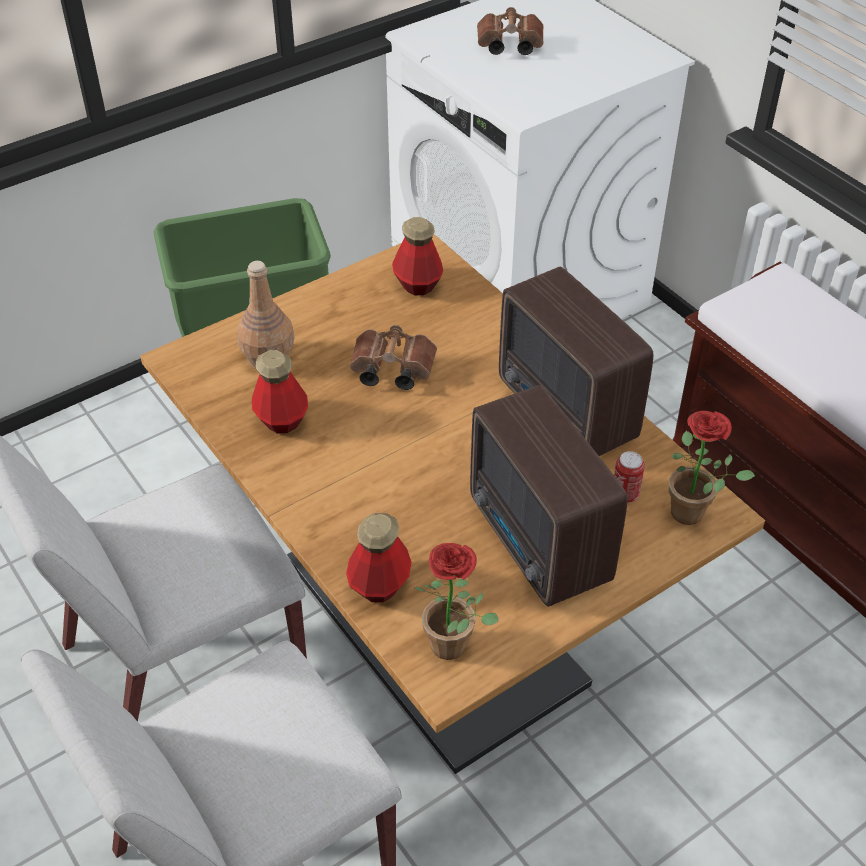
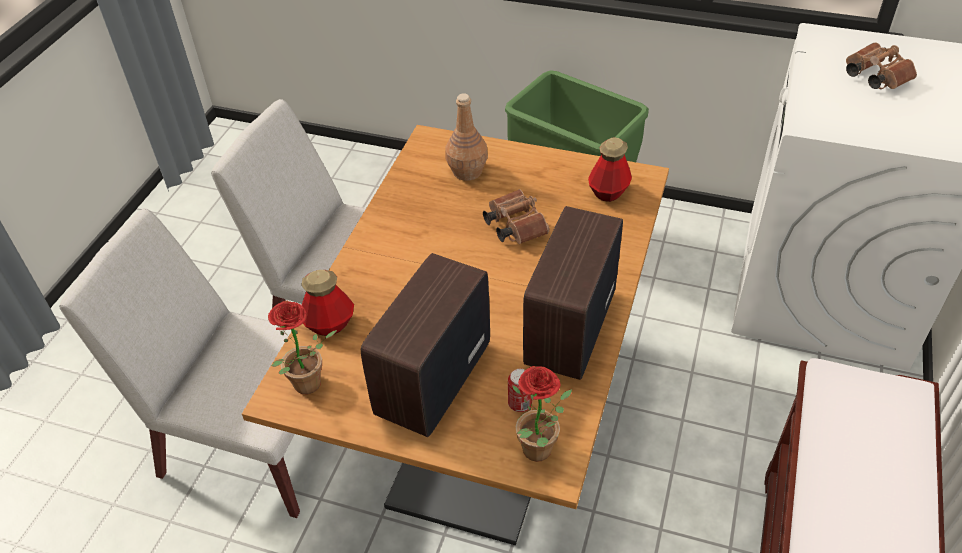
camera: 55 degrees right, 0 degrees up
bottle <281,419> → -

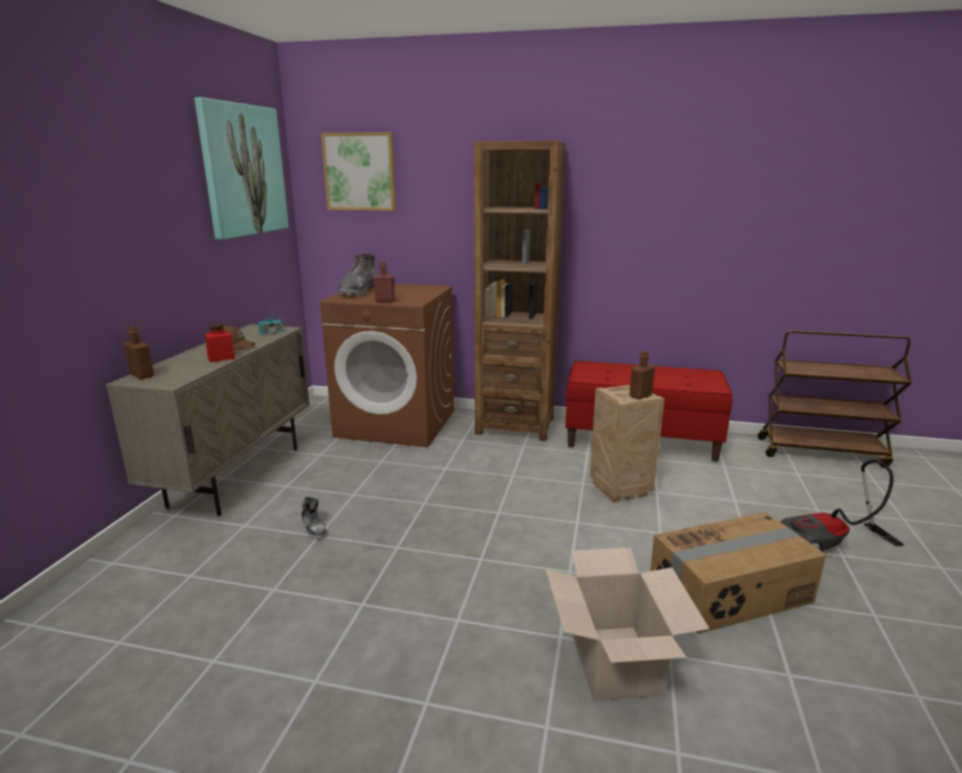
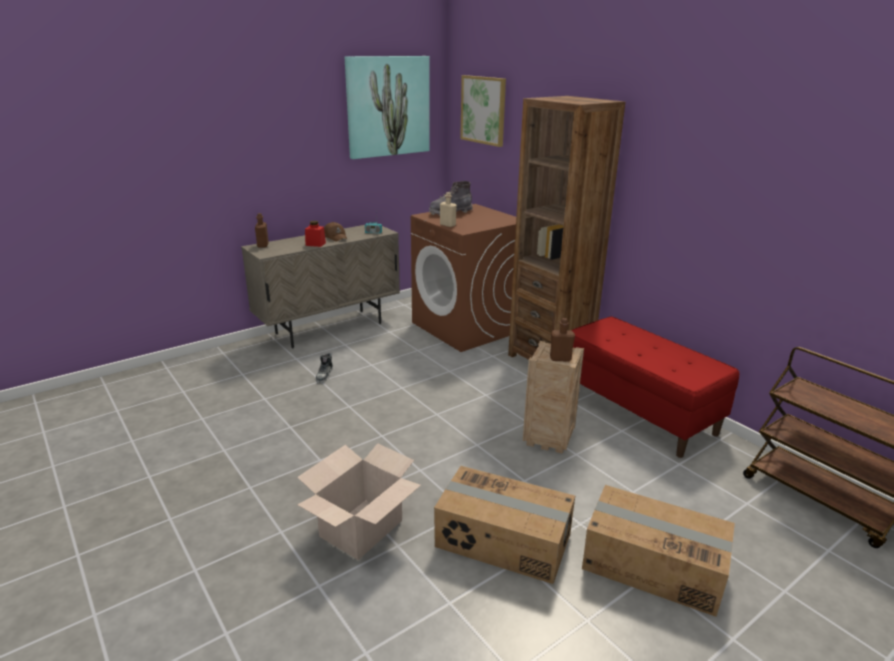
camera: 40 degrees right, 5 degrees up
red bottle <385,301> → beige bottle <447,225>
vacuum cleaner <831,546> → cardboard box <653,564>

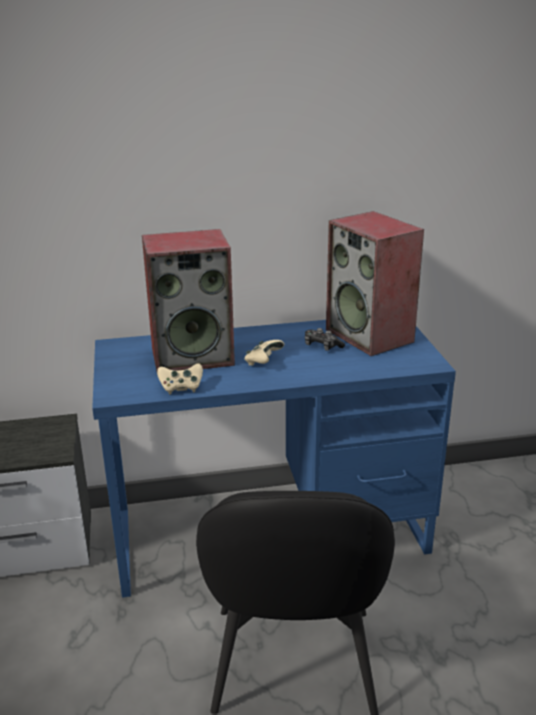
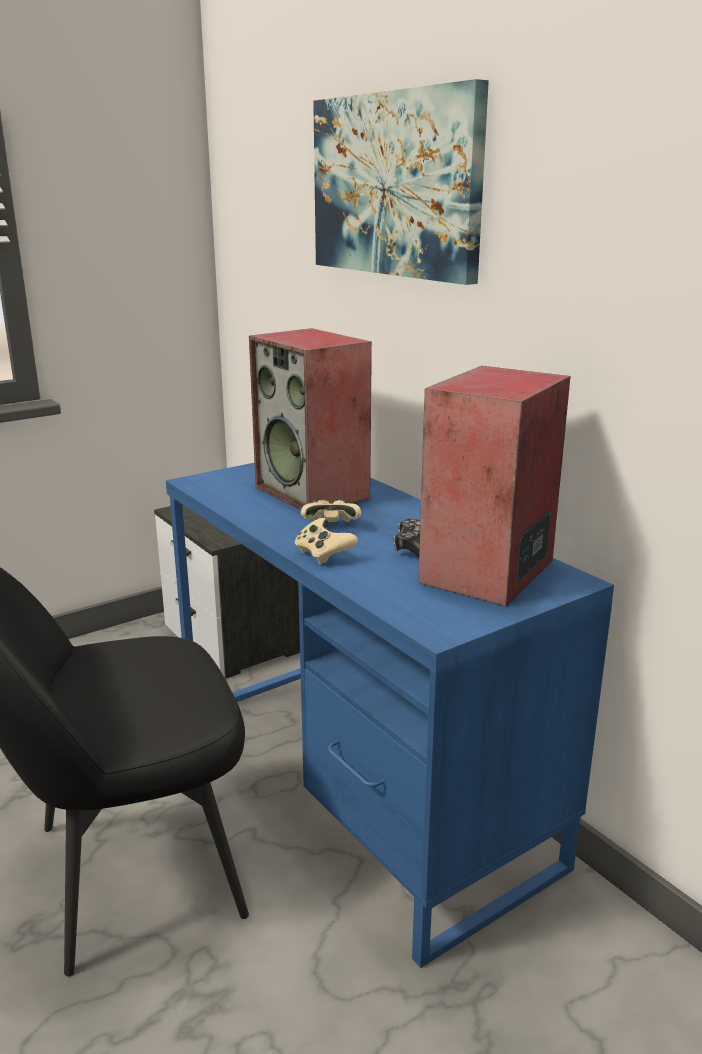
camera: 65 degrees right, 5 degrees down
beige game controller <181,388> → beige game controller <323,555>, relocated
- → picture <395,185>

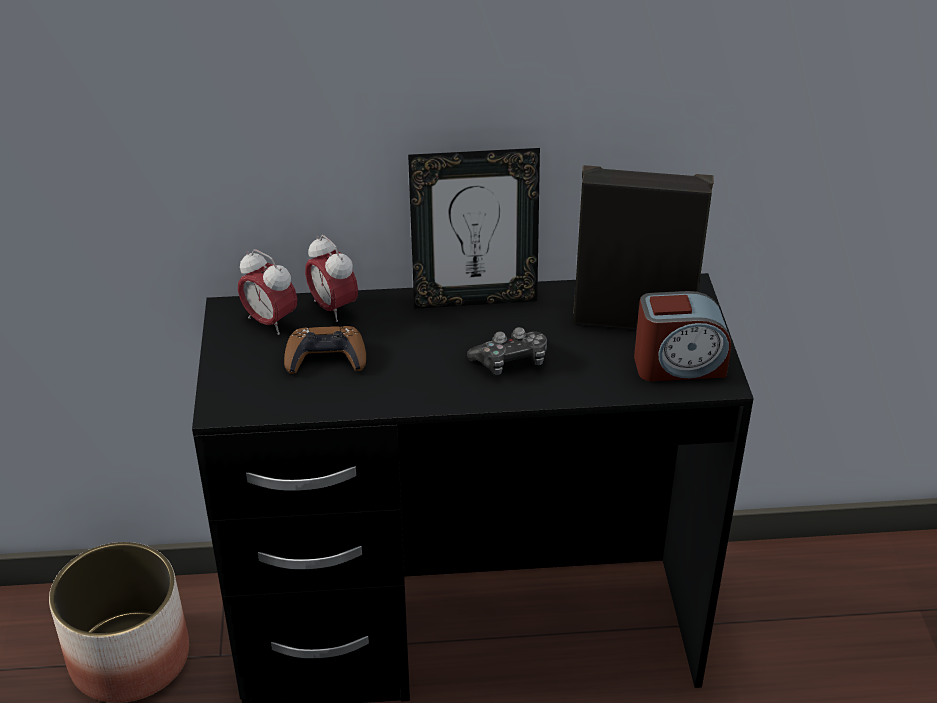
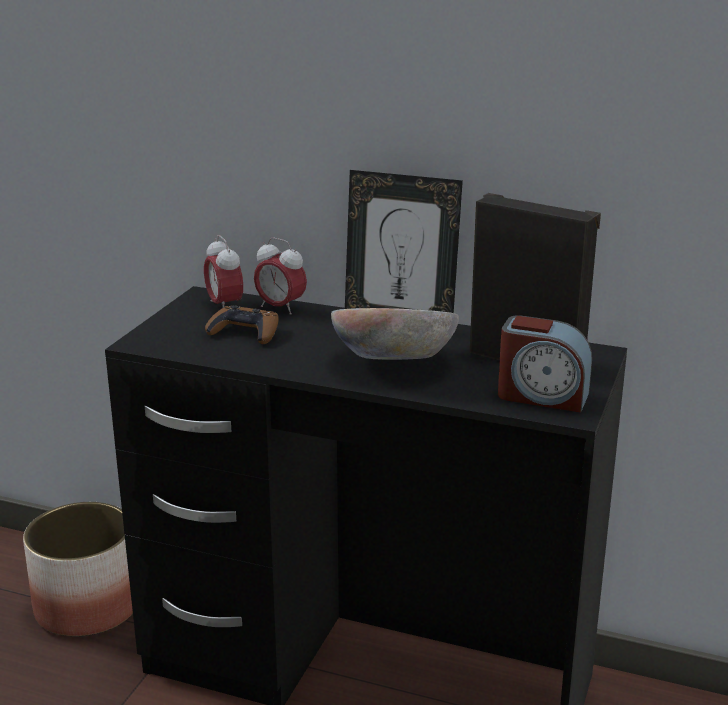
camera: 25 degrees right, 15 degrees down
alarm clock <333,308> → alarm clock <280,308>, 45 degrees counterclockwise
game controller <511,361> → bowl <392,364>

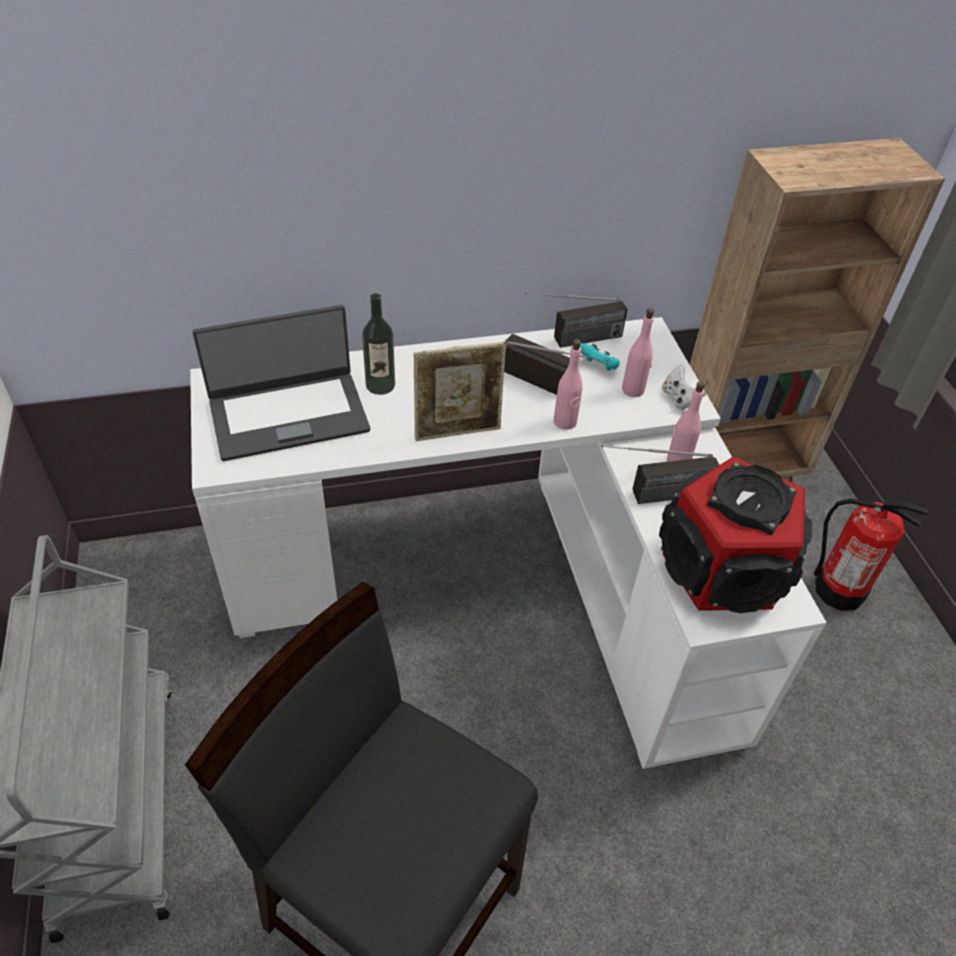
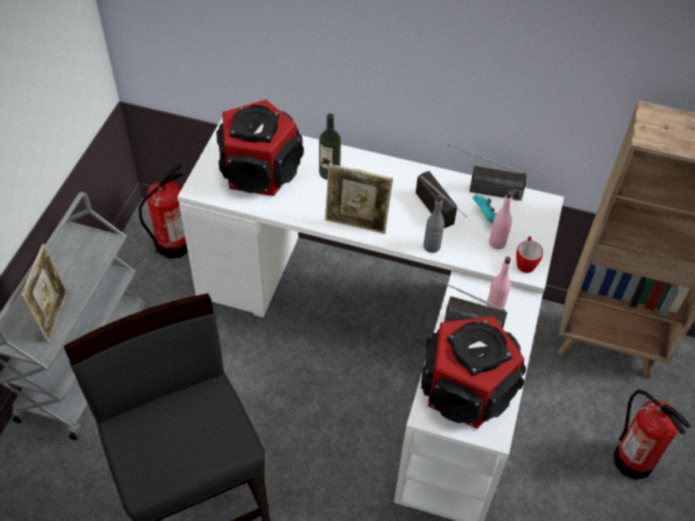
camera: 30 degrees right, 5 degrees up
laptop <288,414> → speaker <260,171>
pink bottle <565,422> → grey bottle <432,246>
white game controller <679,398> → mug <525,262>
- → fire extinguisher <173,245>
- → picture frame <54,315>

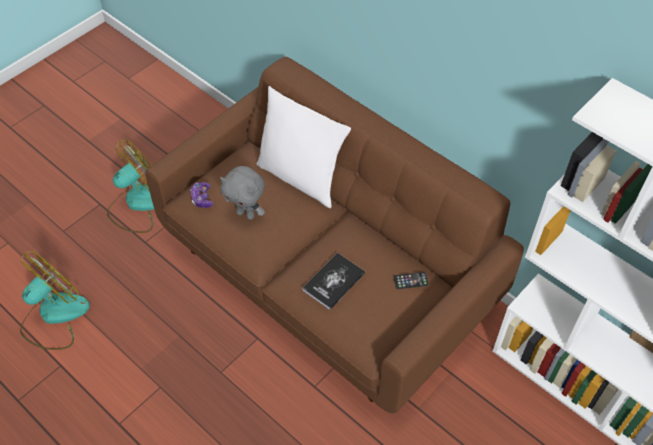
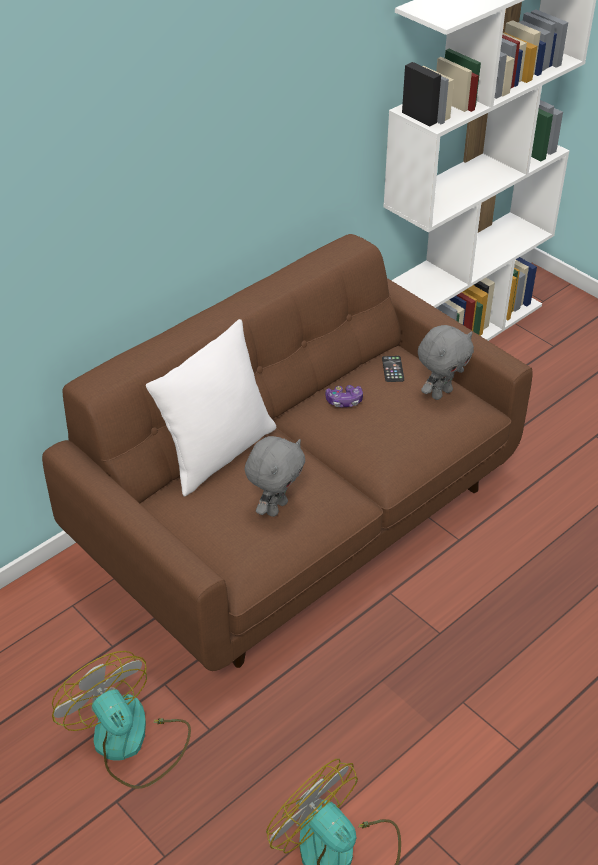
camera: 85 degrees left, 10 degrees down
game controller <202,198> → game controller <344,401>, relocated
book <334,281> → -
- → grey plush toy <441,393>

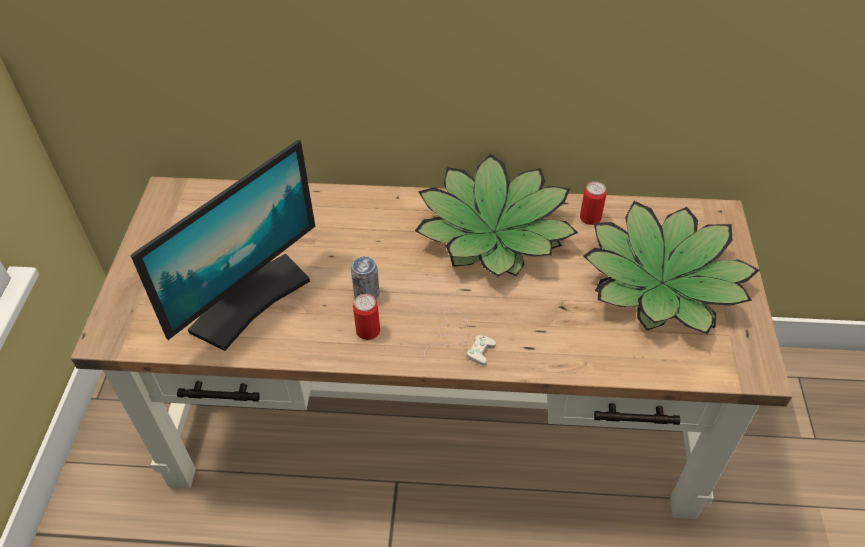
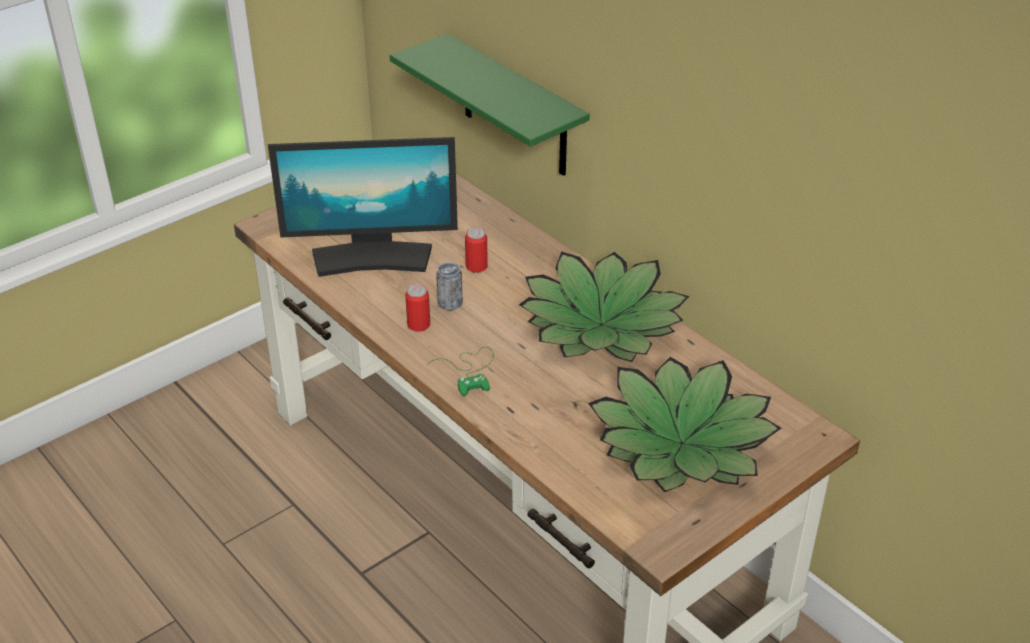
camera: 45 degrees right, 10 degrees down
can <590,218> → can <476,266>, relocated
white game controller <459,339> → green game controller <470,371>
- → green shelf <515,108>

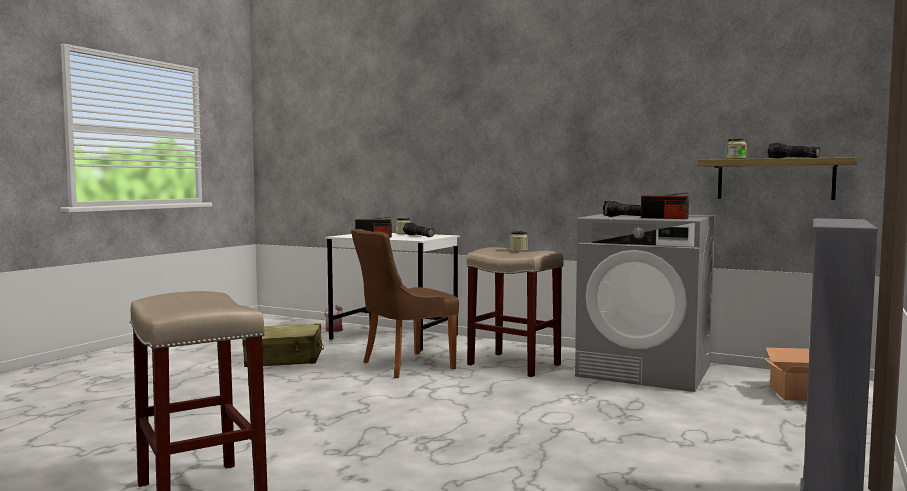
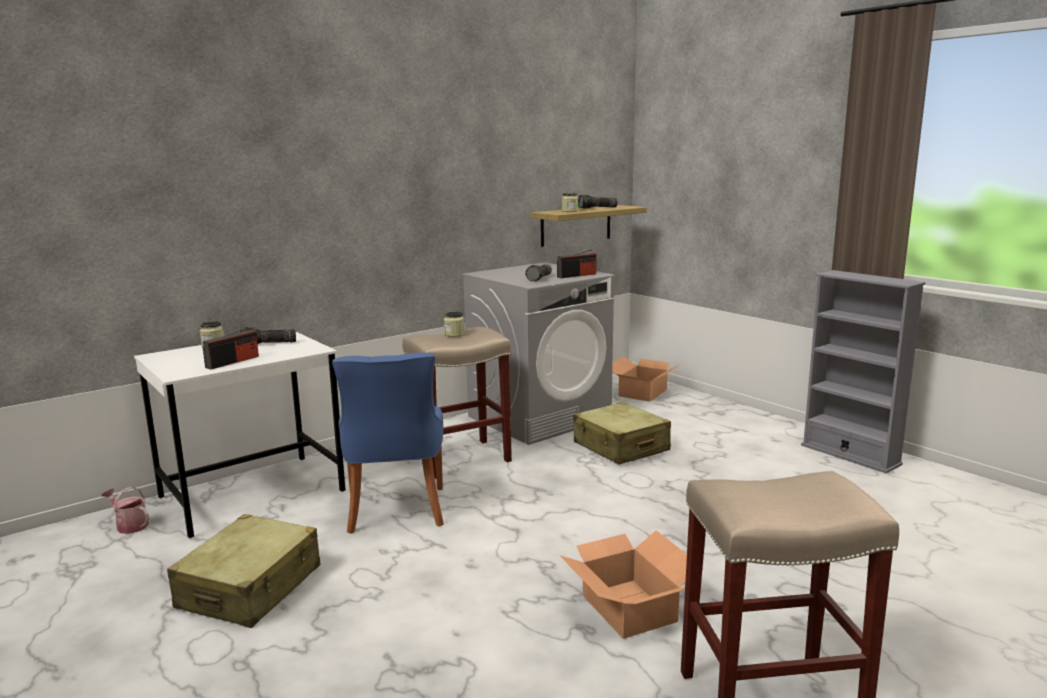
camera: 65 degrees left, 10 degrees up
brown chair <404,366> → blue chair <396,511>
- → beige suitcase <620,447>
- → cardboard box <629,607>

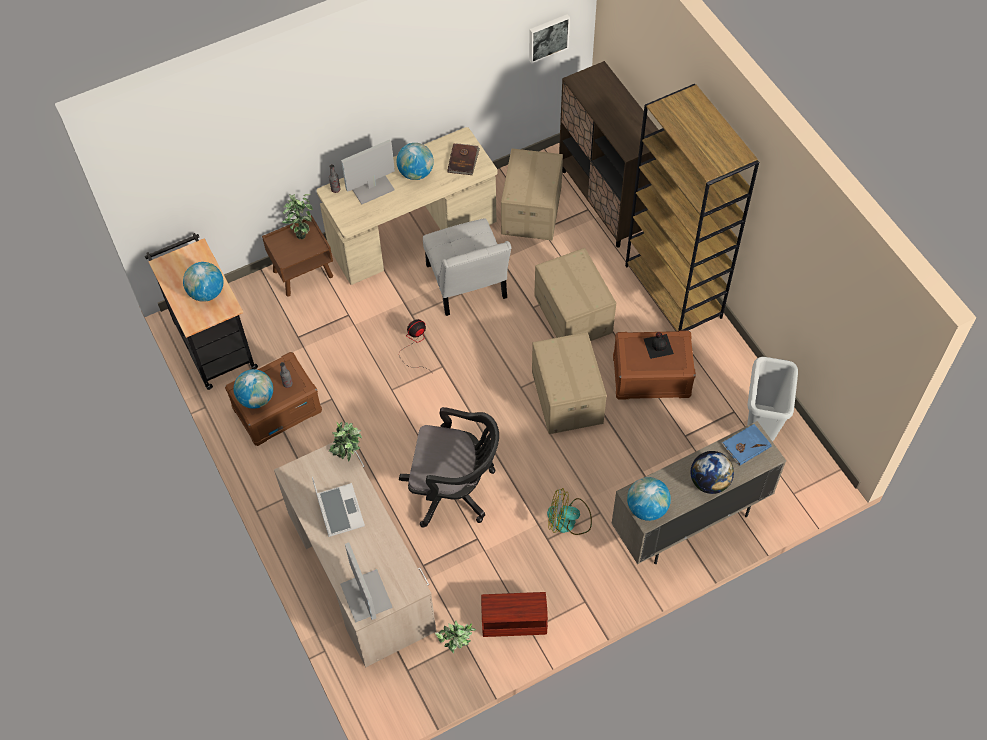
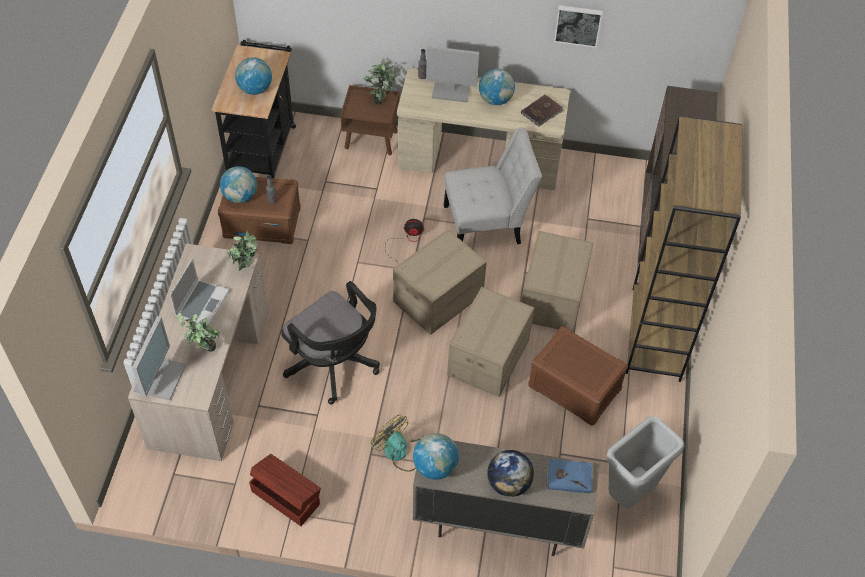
camera: 35 degrees right, 5 degrees down
picture <548,37> → picture <578,25>, relocated
cardboard box <531,210> → cardboard box <438,297>, relocated
white chair <467,286> → white chair <487,224>, 120 degrees counterclockwise
black bottle <658,345> → -
potted plant <457,647> → potted plant <204,351>, relocated

